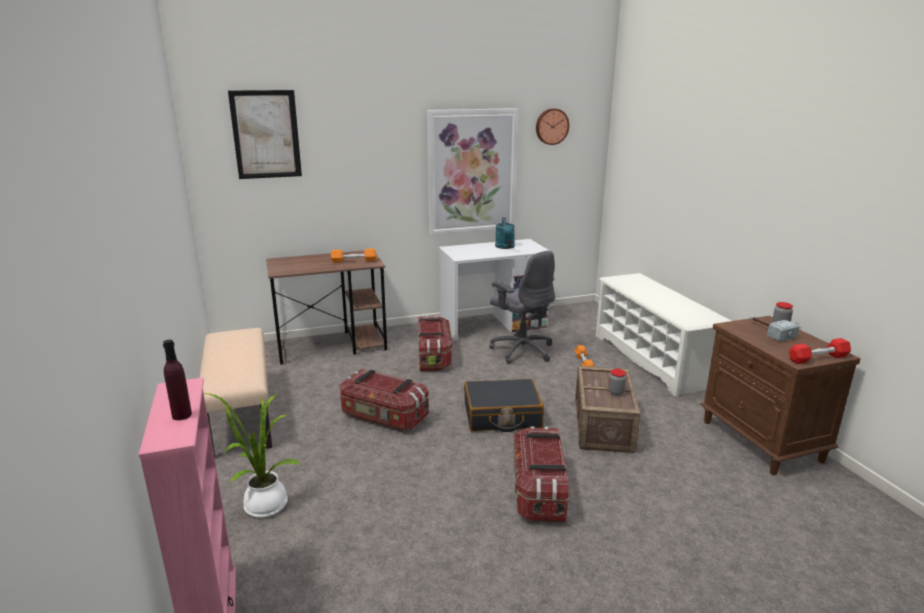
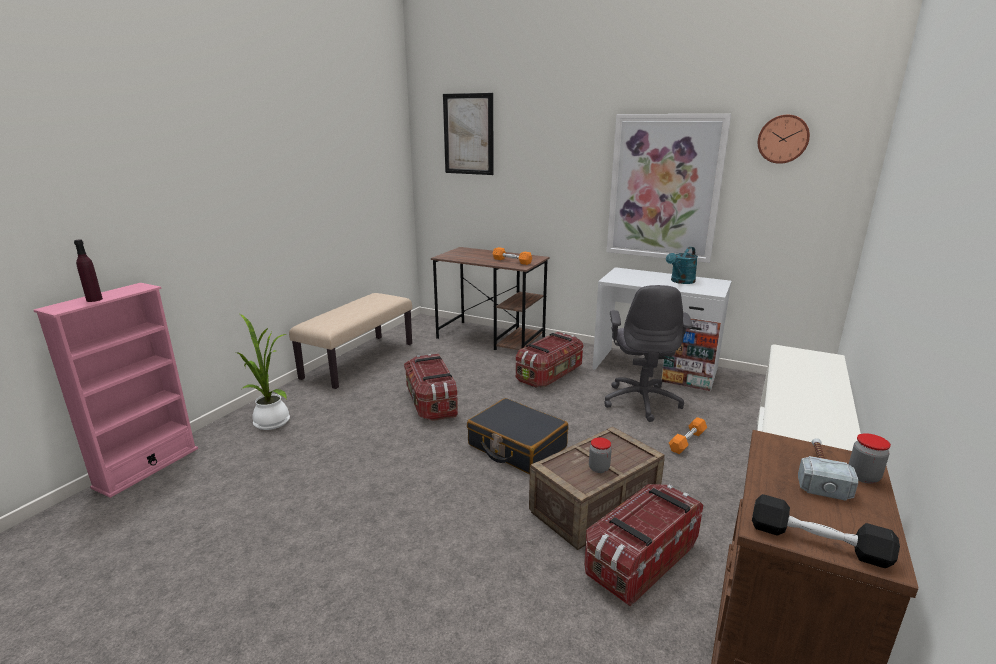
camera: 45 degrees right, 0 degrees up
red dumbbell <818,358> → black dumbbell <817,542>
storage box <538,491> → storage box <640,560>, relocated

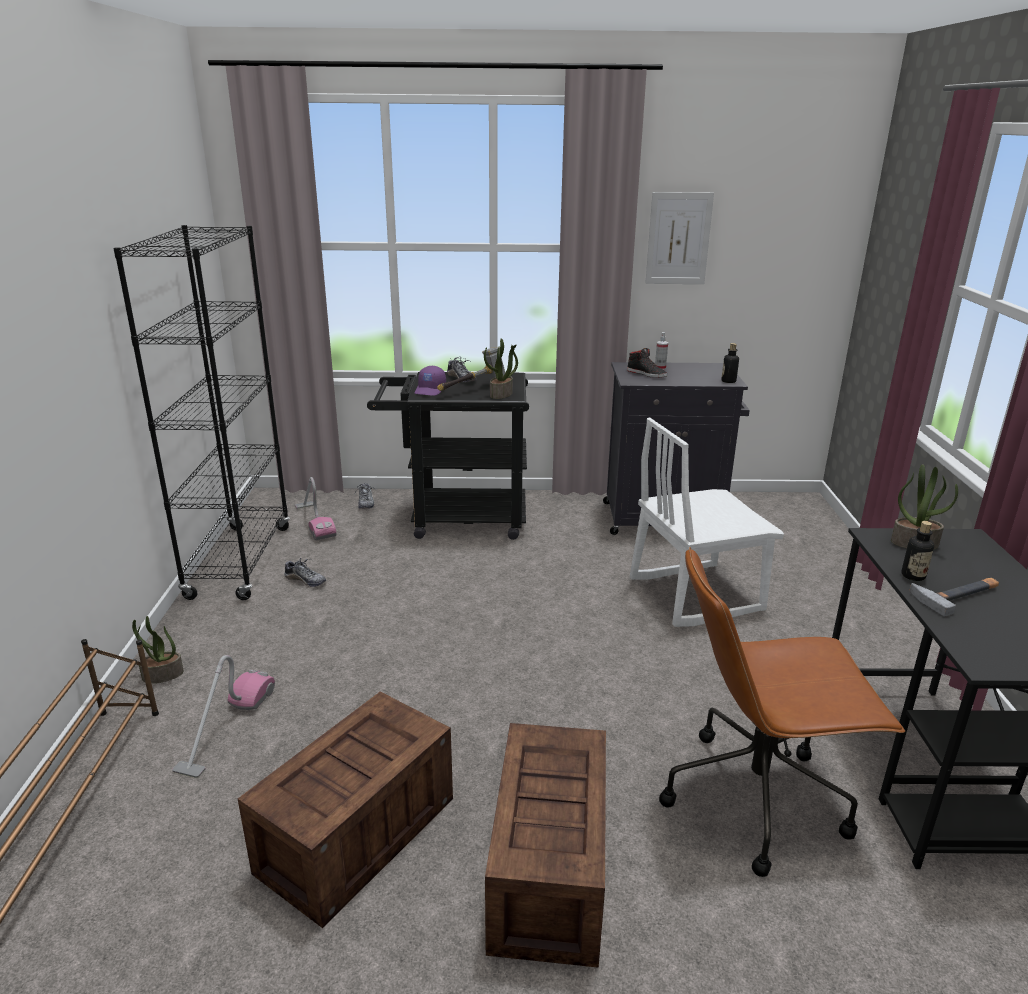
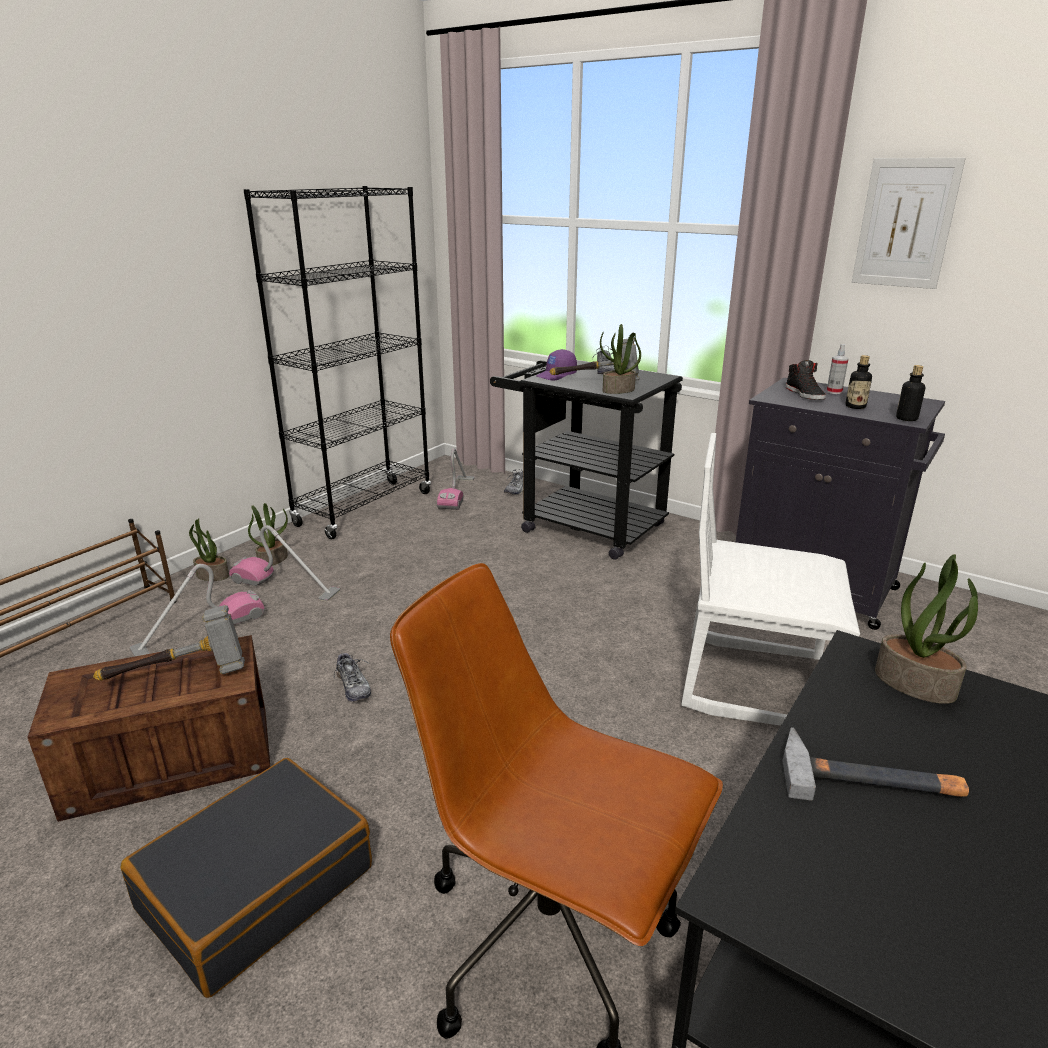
camera: 35 degrees right, 0 degrees up
bottle <913,575> → bottle <855,406>, relocated
shoe <305,580> → shoe <353,686>, relocated
crate <549,873> → black suitcase <256,887>
- → potted plant <273,559>
- → vacuum cleaner <285,586>
- → hammer <180,676>

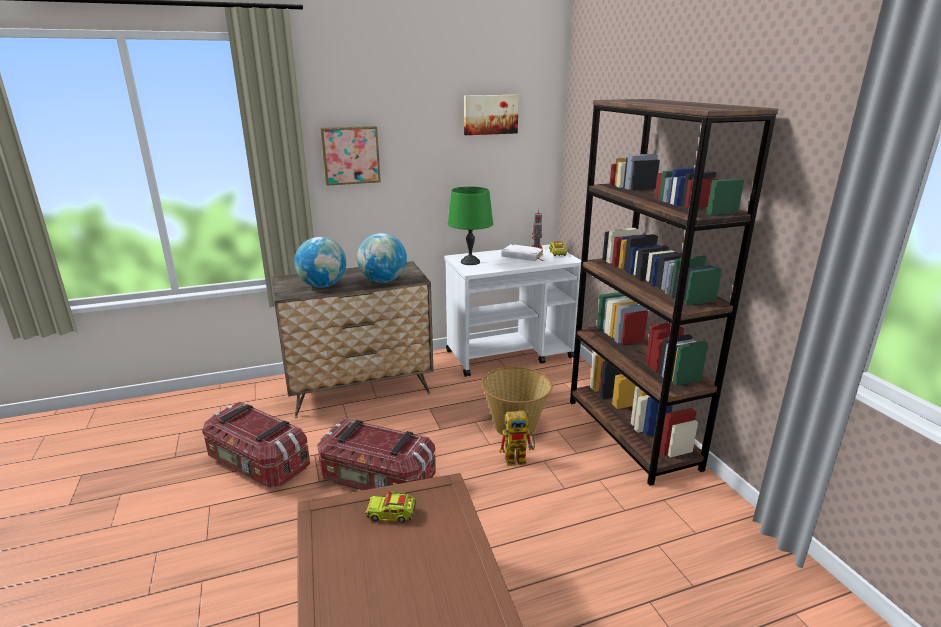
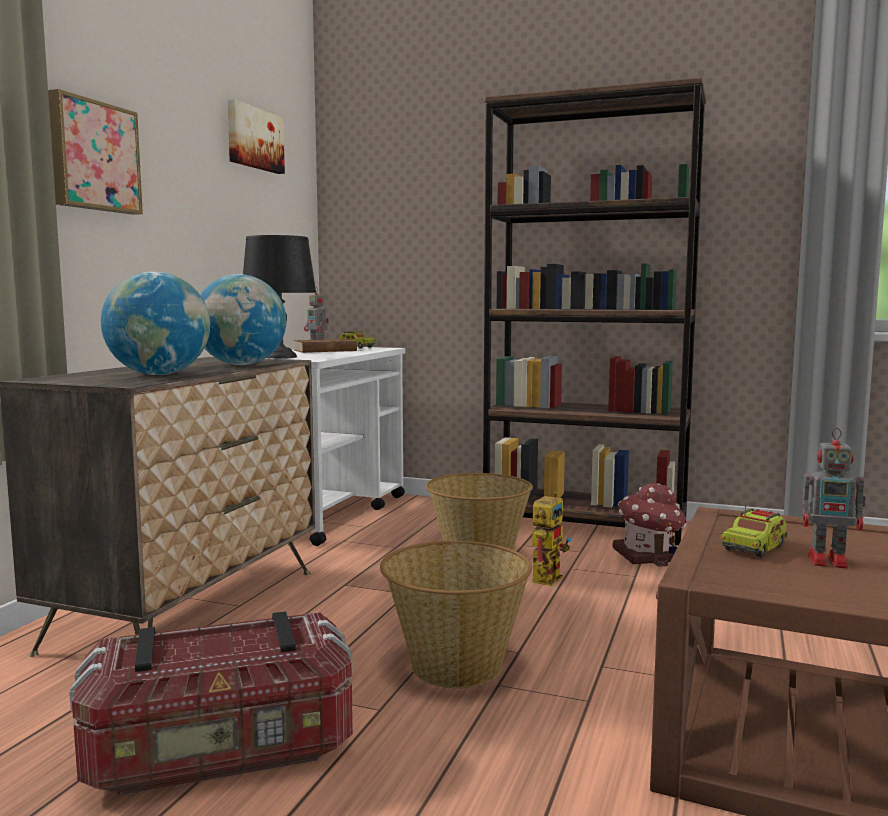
camera: 50 degrees left, 15 degrees down
green table lamp <470,262> → black table lamp <280,357>
white book <522,256> → brown book <325,350>
storage box <377,480> → basket <455,665>
- → toy robot <830,561>
- → toy house <649,555>

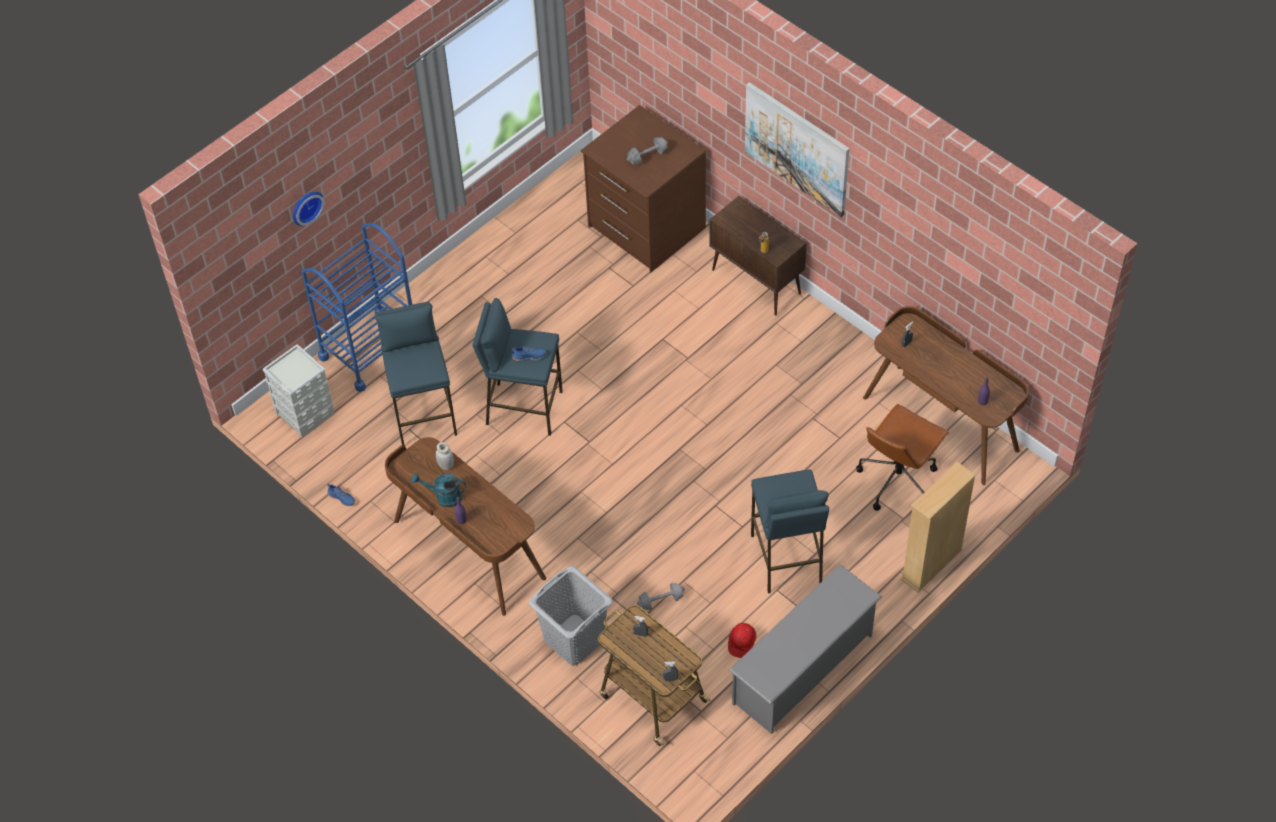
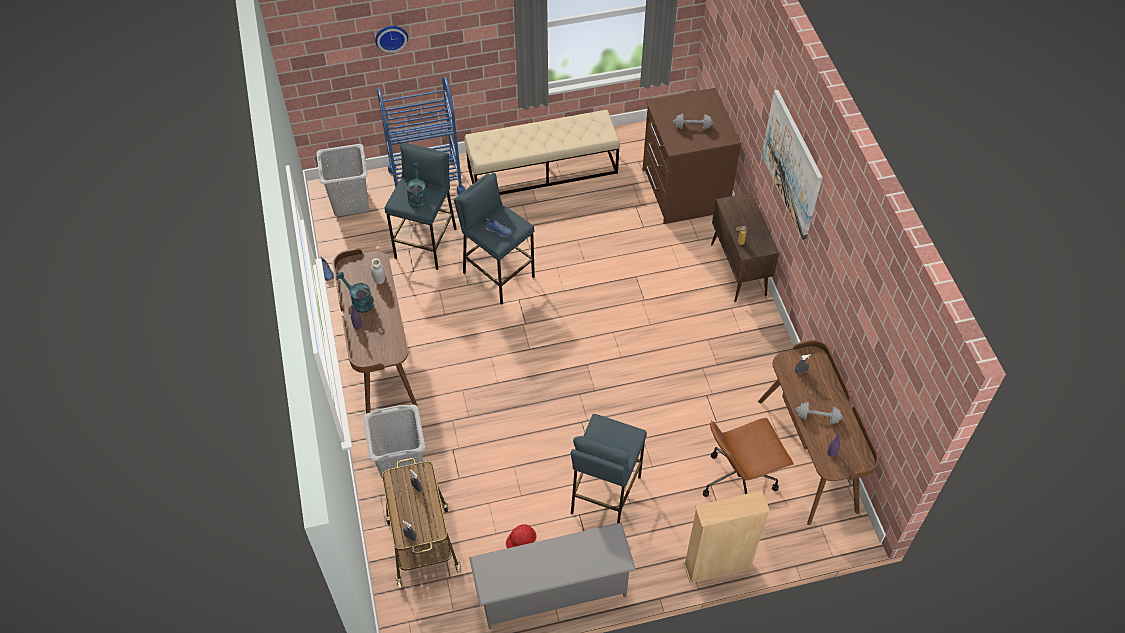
camera: 30 degrees right, 0 degrees up
grey storage box <306,413> → grey laundry basket <350,202>
grey dumbbell <661,601> → grey dumbbell <817,417>, relocated
- → beige bench <543,170>
- → turquoise watering can <417,197>

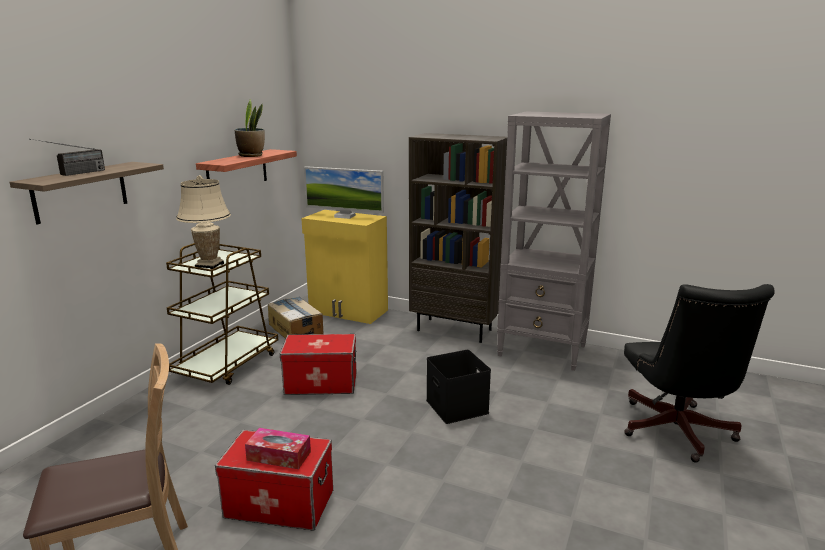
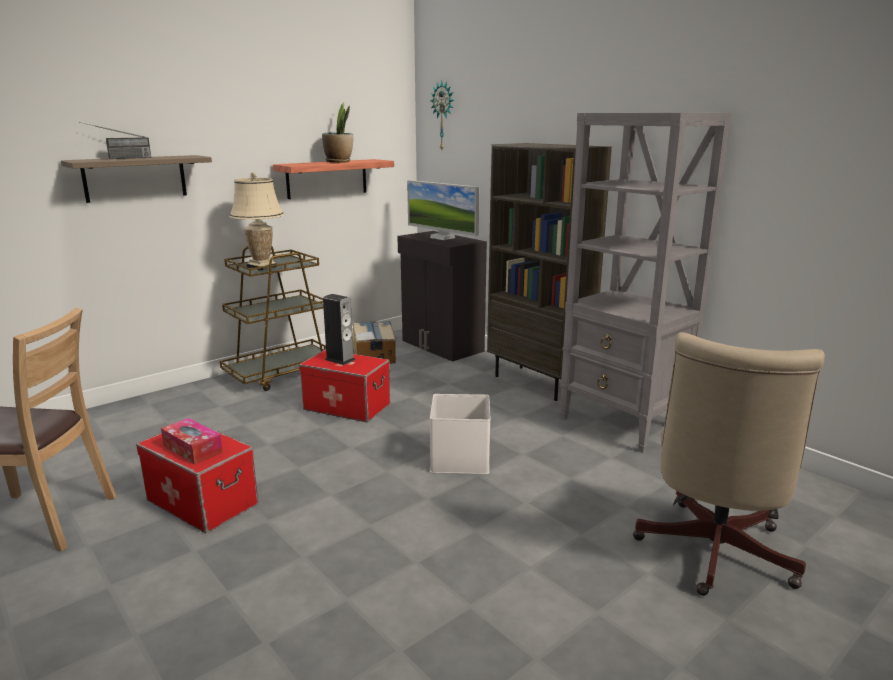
camera: 25 degrees right, 0 degrees up
yellow cabinet <348,311> → black cabinet <441,346>
black office chair <677,433> → beige office chair <712,555>
black storage box <458,407> → white storage box <461,459>
- → wall clock <444,116>
- → speaker <340,359>

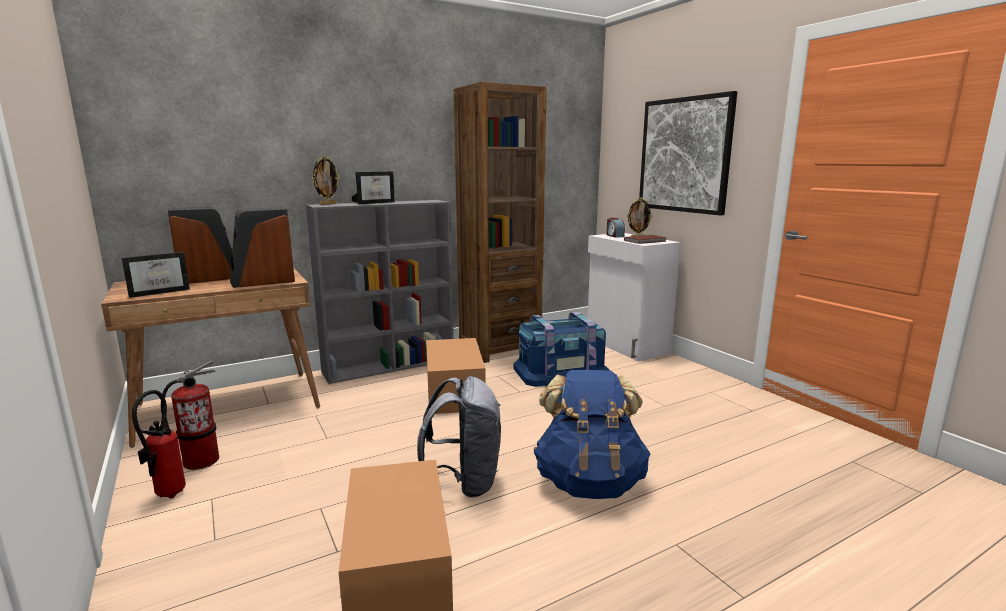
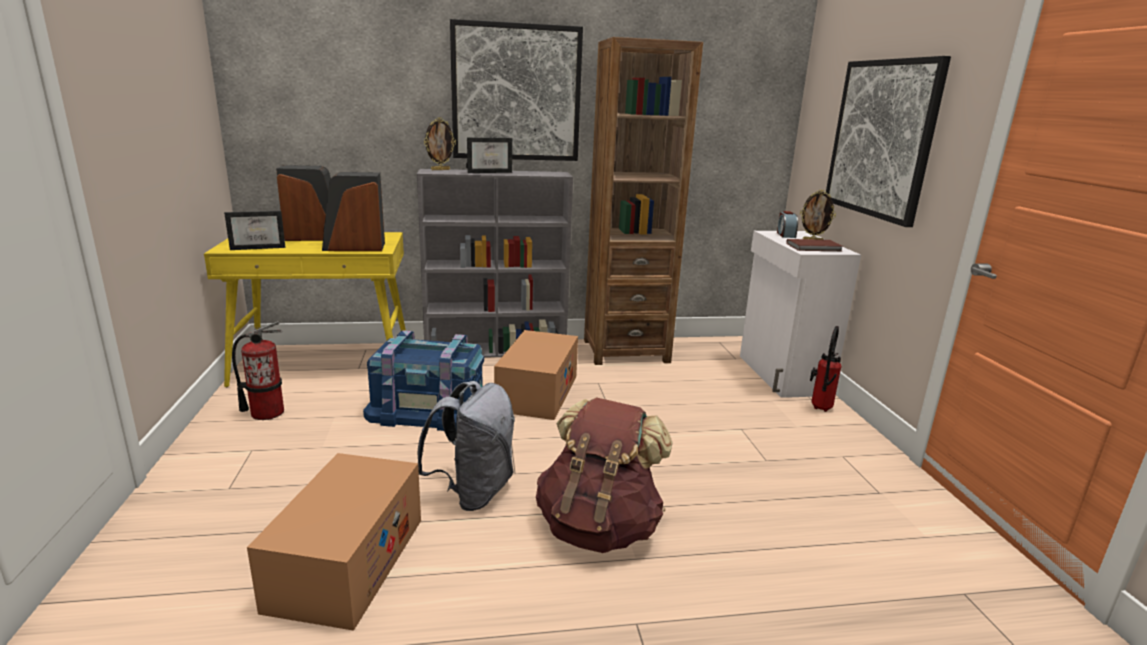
camera: 20 degrees right, 5 degrees up
brown desk <229,406> → yellow desk <325,364>
blue storage box <560,371> → blue storage box <429,408>, relocated
blue backpack <589,482> → brown backpack <599,527>
fire extinguisher <166,496> → fire extinguisher <819,409>, relocated
- → picture <516,93>

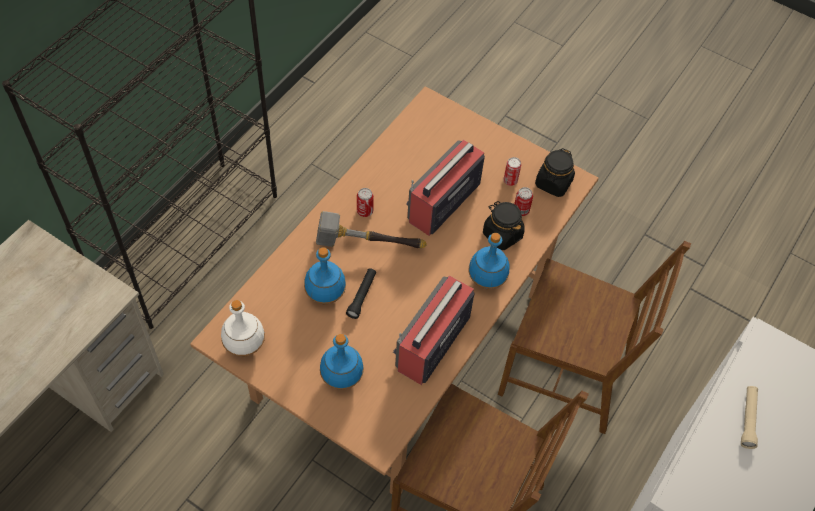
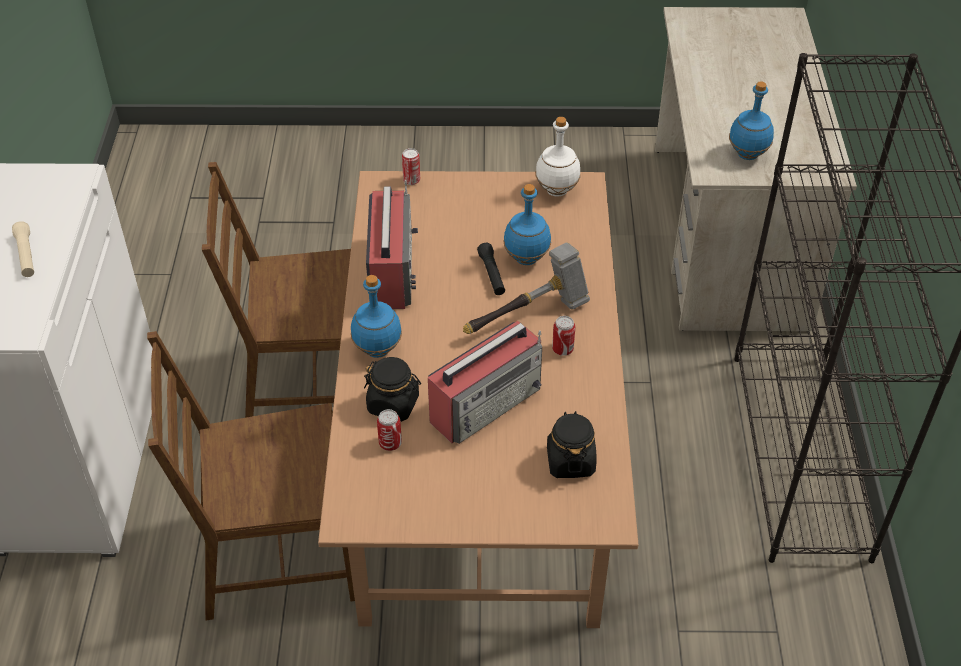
camera: 150 degrees right, 10 degrees down
radio <442,203> → radio <487,403>, 45 degrees clockwise
black jar <553,183> → black jar <570,461>, relocated
can <510,181> → can <411,180>, relocated
blue bottle <342,378> → blue bottle <747,155>, relocated

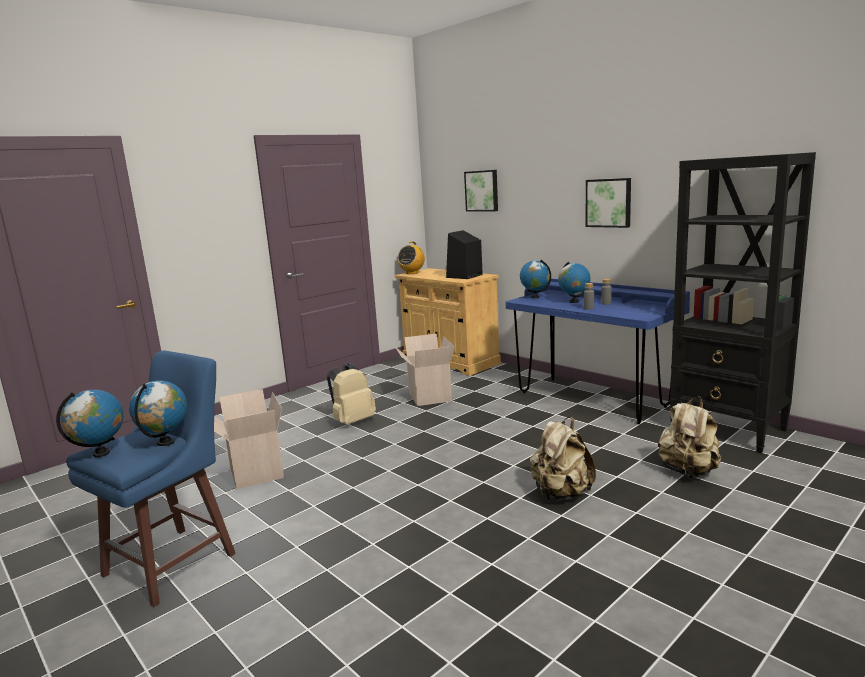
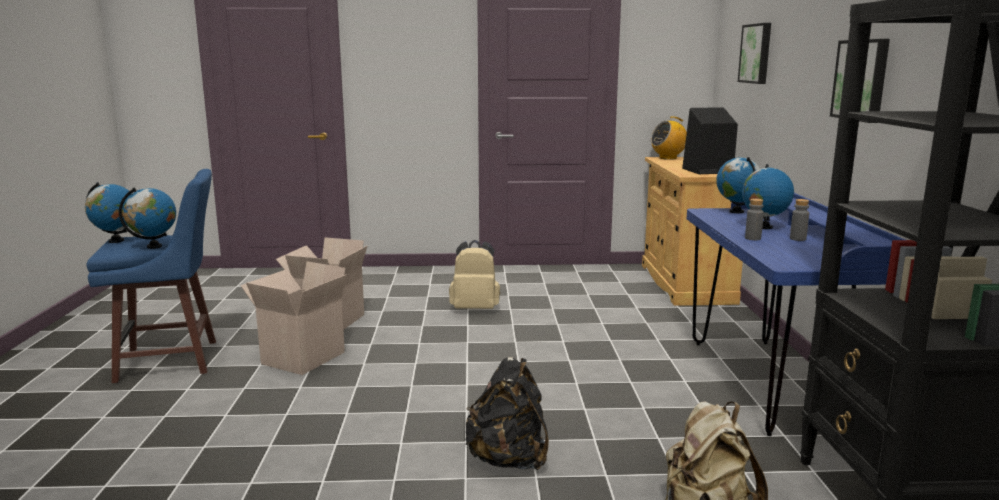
camera: 40 degrees right, 0 degrees up
cardboard box <428,396> → cardboard box <302,357>, relocated
beige backpack <561,494> → black backpack <509,459>

